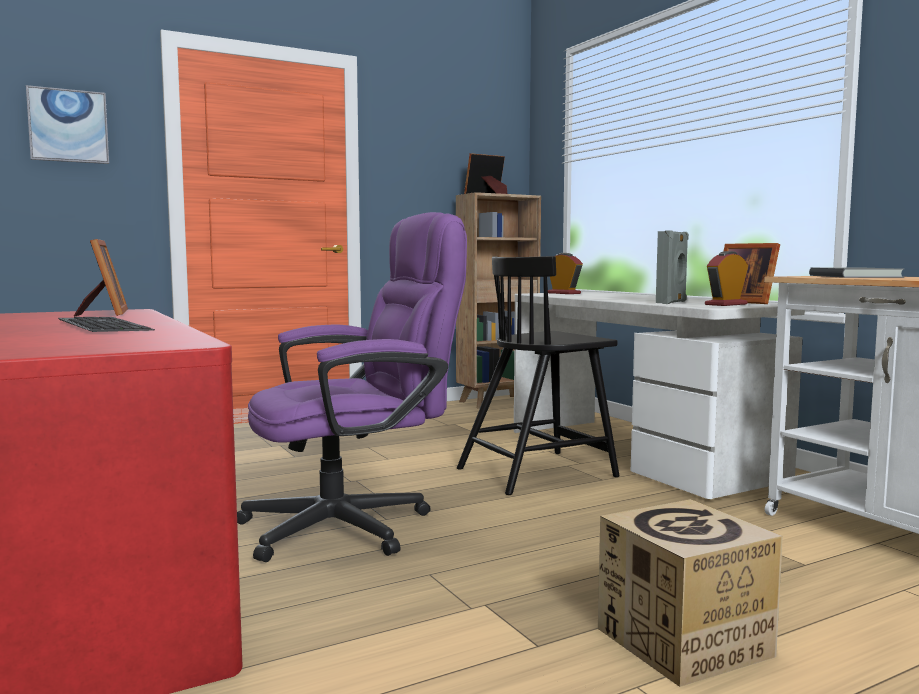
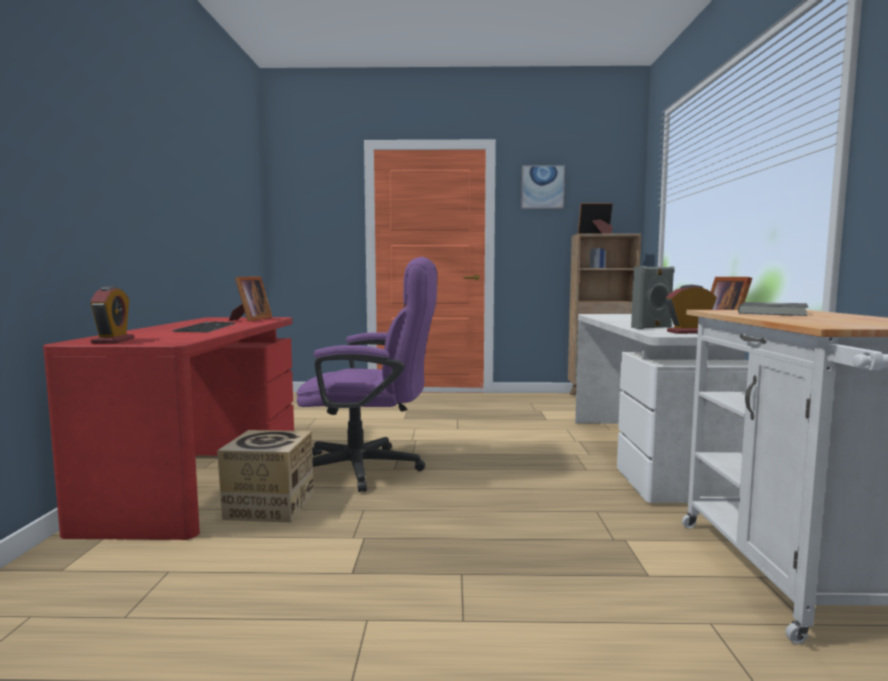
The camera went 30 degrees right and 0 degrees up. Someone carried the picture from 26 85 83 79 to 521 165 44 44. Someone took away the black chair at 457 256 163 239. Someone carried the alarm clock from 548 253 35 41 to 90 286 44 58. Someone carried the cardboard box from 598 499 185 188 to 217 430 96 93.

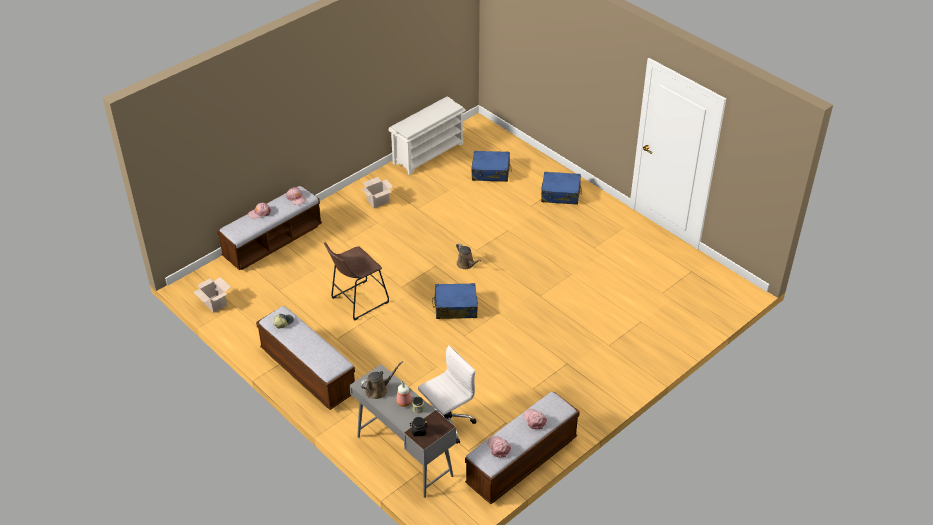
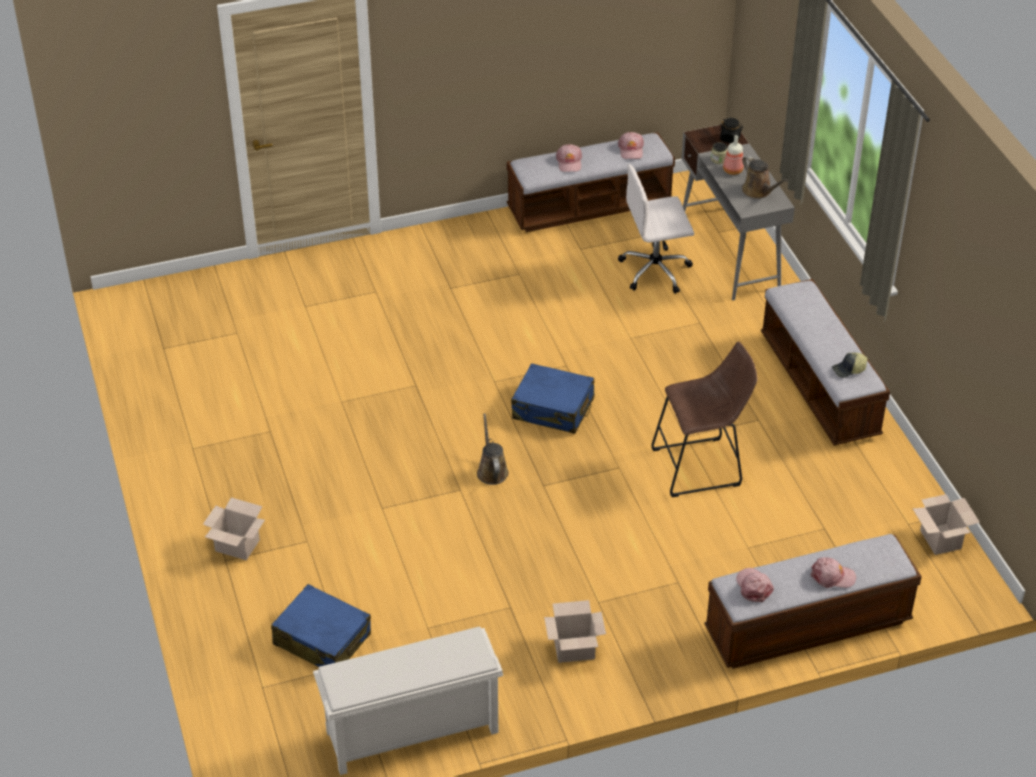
The camera went 155 degrees left and 0 degrees up. Someone rotated the brown watering can at 360 361 43 38 by 120 degrees counterclockwise. Someone swapped the blue suitcase at 541 172 41 33 for the cardboard box at 203 497 62 63.

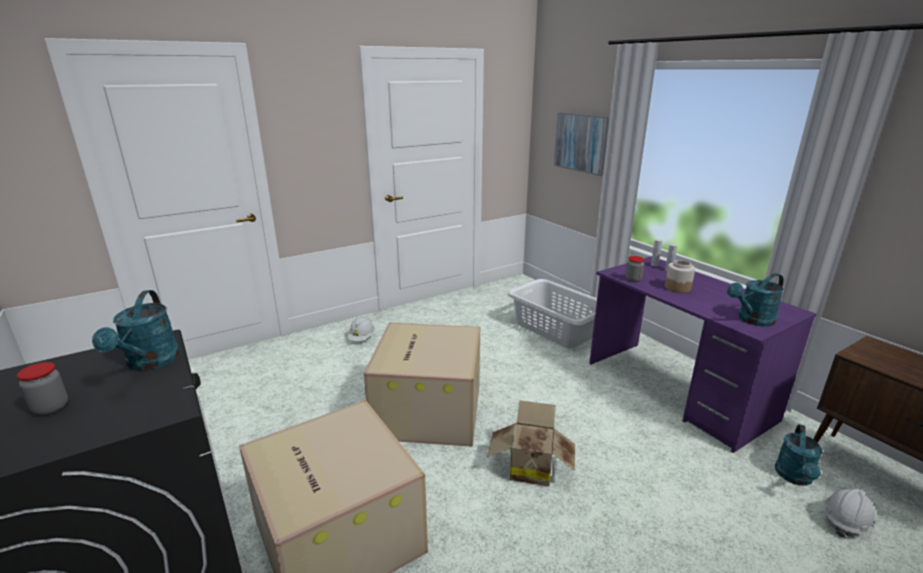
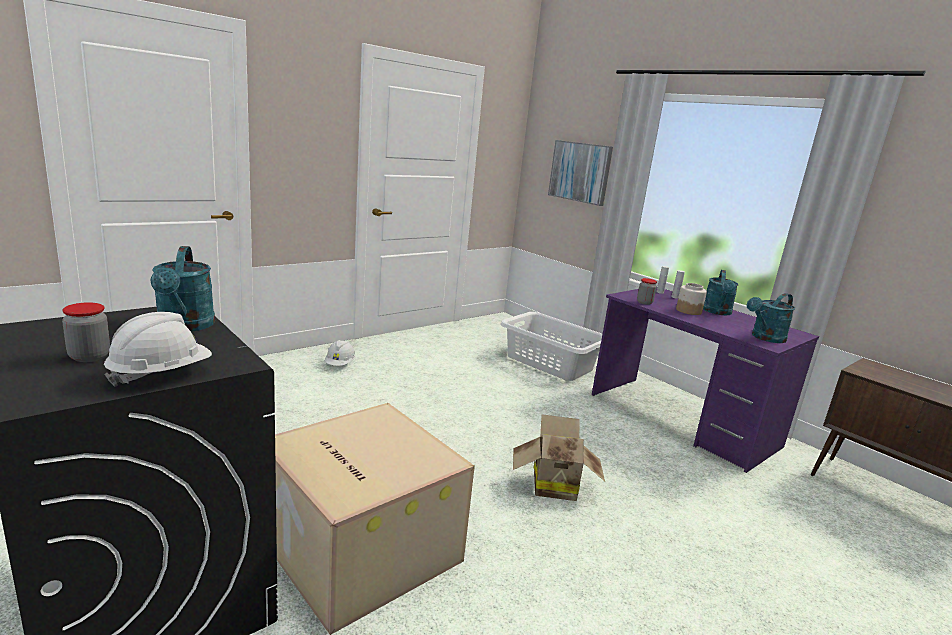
The camera went 10 degrees left and 5 degrees down. Someone took away the cardboard box at 364 323 116 124. Someone carried the turquoise watering can from 775 424 48 62 to 703 270 35 45. Someone carried the white hard hat from 823 489 53 49 to 104 312 108 75.

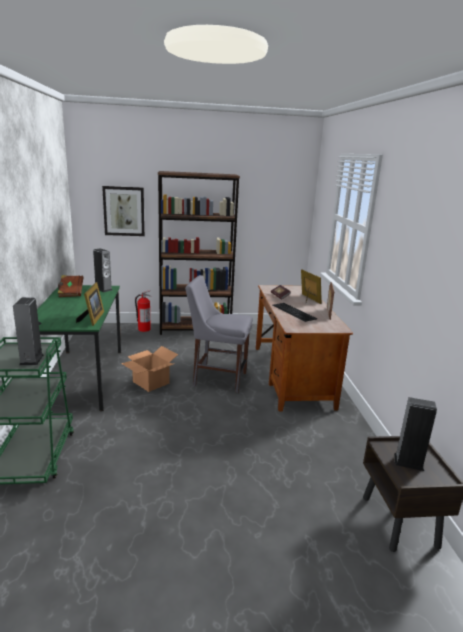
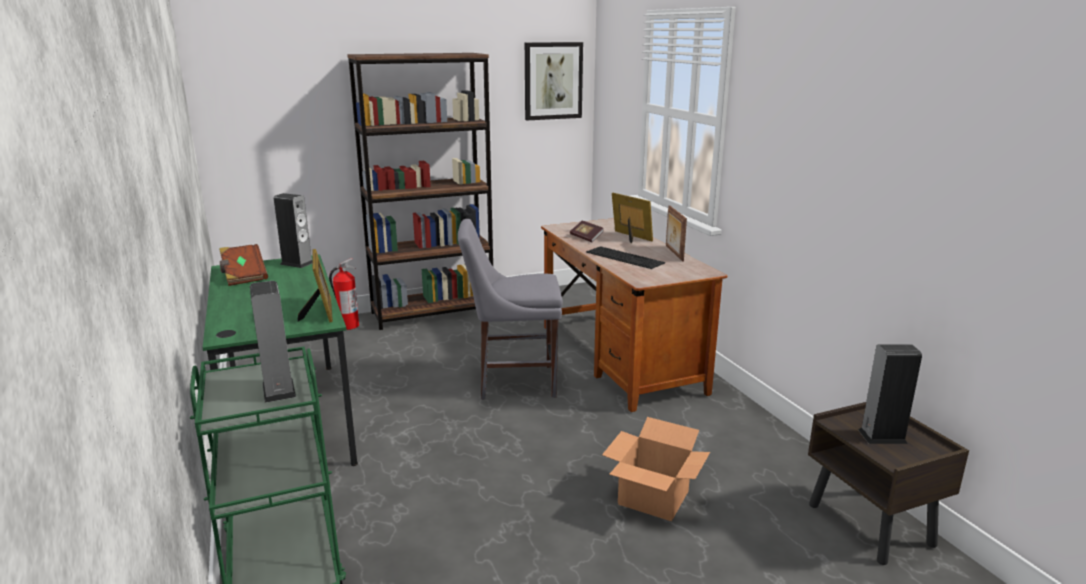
The camera went 15 degrees left and 0 degrees up. Someone carried the picture from 102 186 43 50 to 525 42 58 78. Someone carried the cardboard box from 121 346 57 46 to 602 417 108 104.

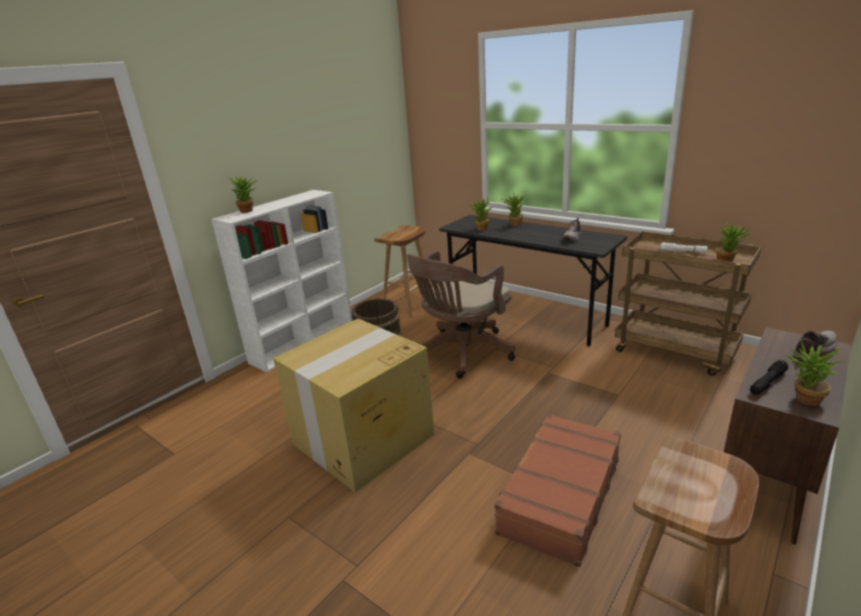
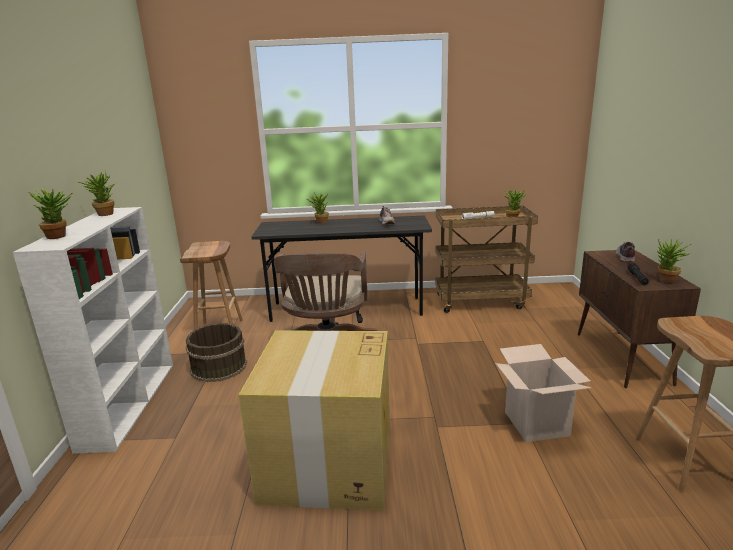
The camera went 40 degrees left and 5 degrees down. Someone carried the potted plant from 468 199 24 32 to 78 170 37 46. Someone swapped the brown suitcase at 494 414 127 153 for the cardboard box at 496 344 95 98.

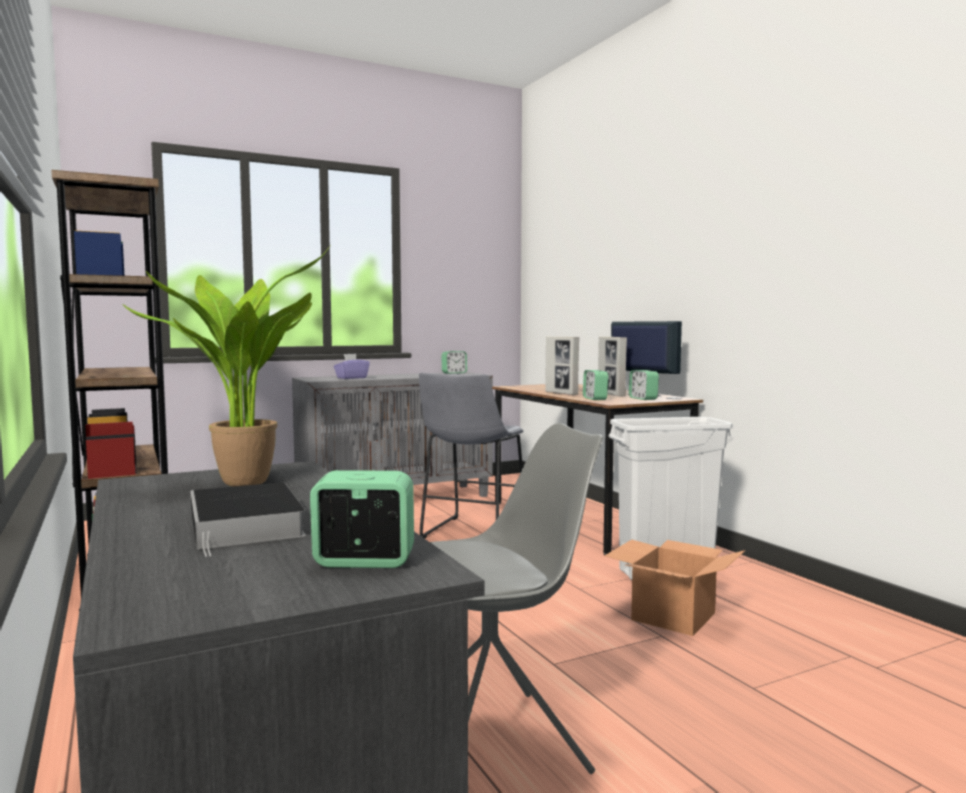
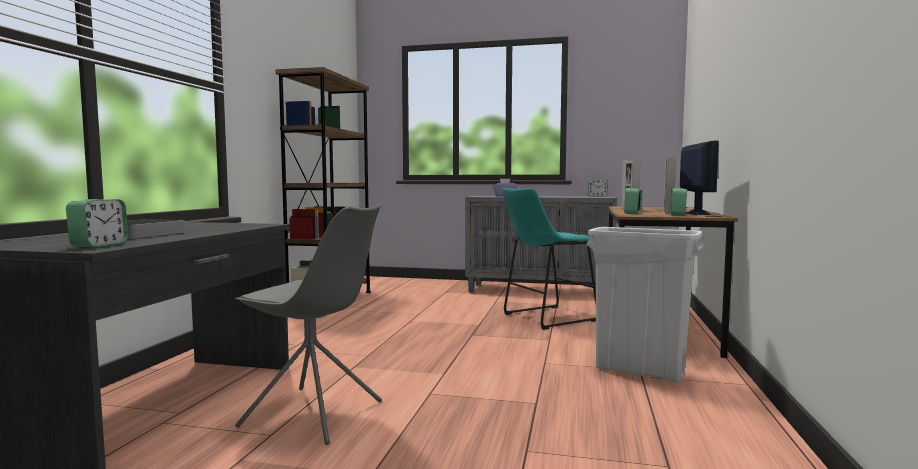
The camera went 40 degrees right and 0 degrees up. Someone took away the potted plant at 122 246 208 240. Someone rotated the alarm clock at 310 470 104 98 by 60 degrees clockwise. Someone repainted the grey stool at 419 373 105 166, which became the turquoise stool at 502 188 94 142. Someone took away the cardboard box at 605 540 140 96.

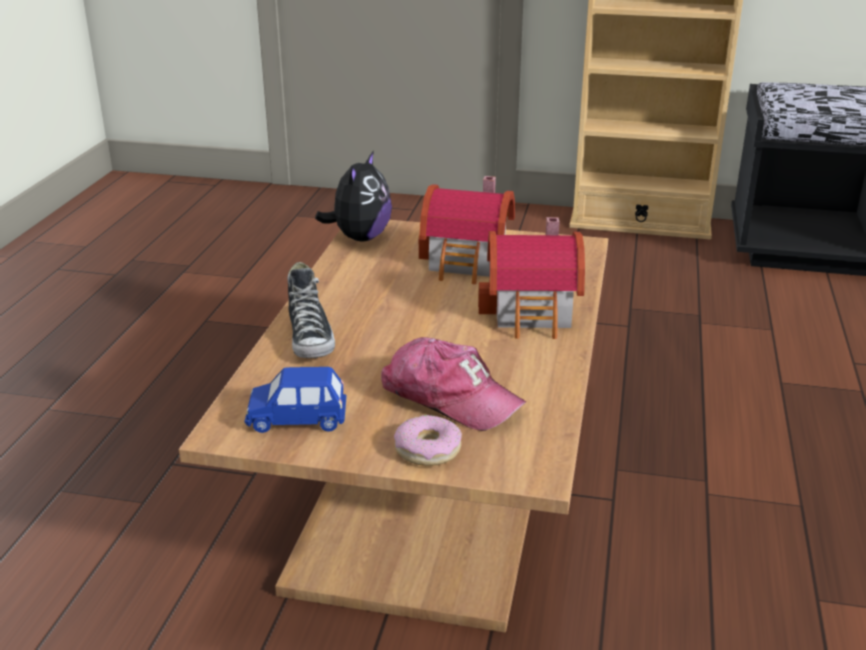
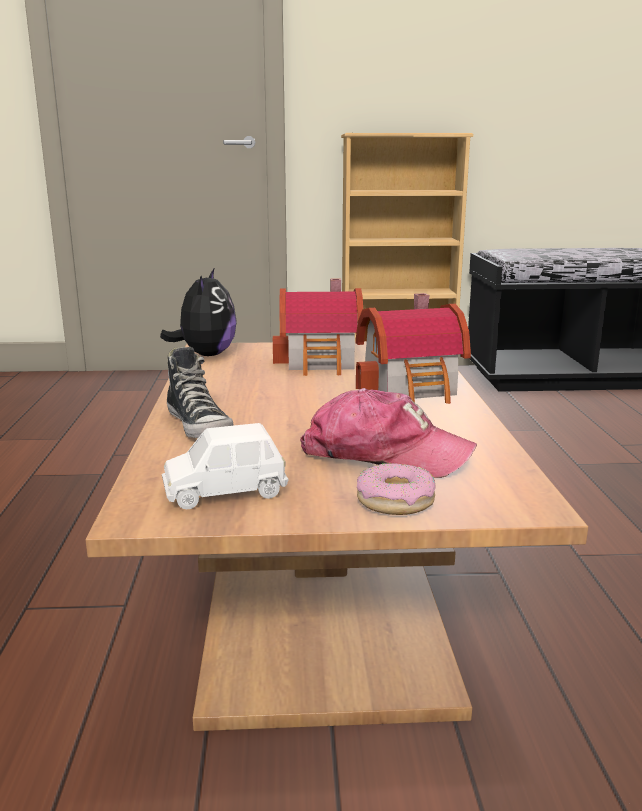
The camera went 15 degrees left and 10 degrees down. Someone repainted the blue toy car at 245 367 102 66, which became the white toy car at 162 423 127 86.

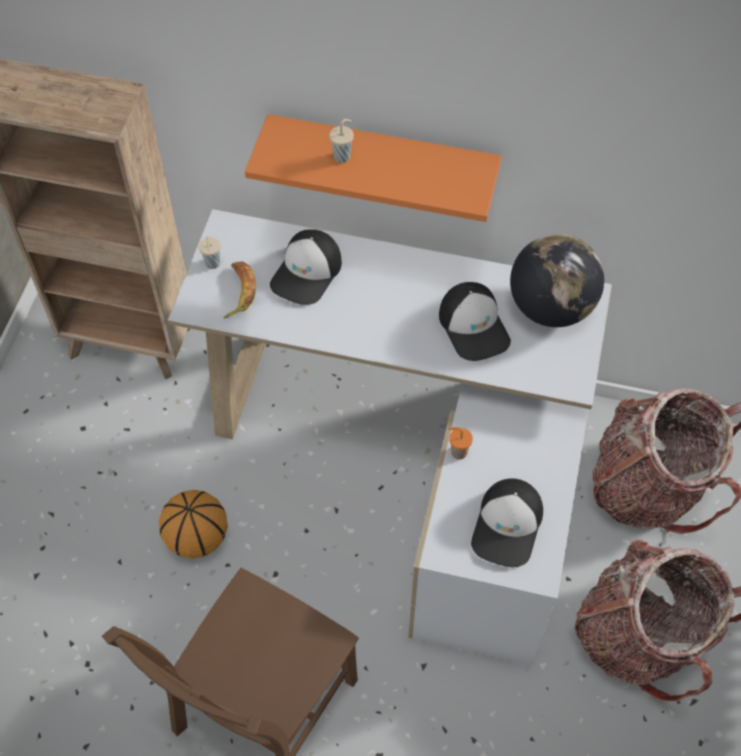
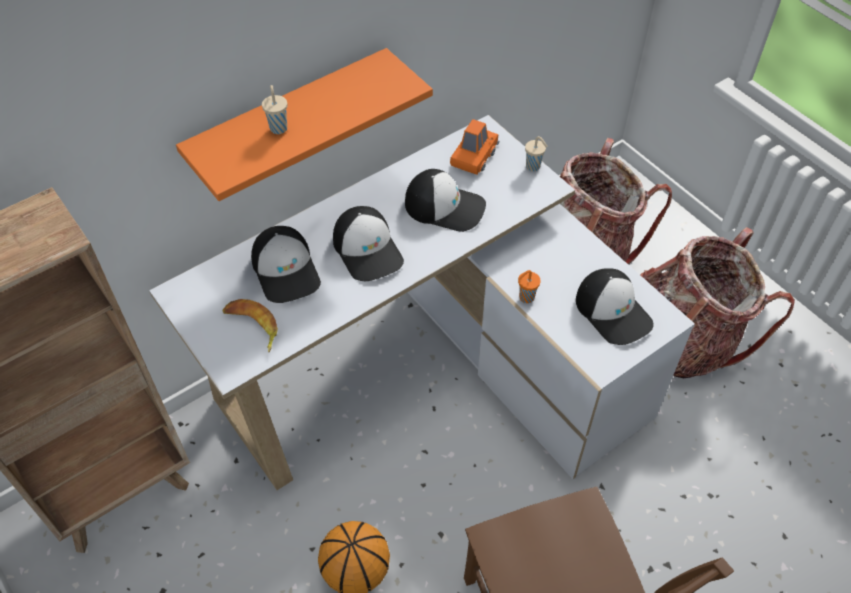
The camera went 50 degrees left and 5 degrees down. Someone carried the beige cup from 199 237 22 32 to 525 136 22 36. Someone swapped the globe at 510 234 94 93 for the orange toy car at 450 119 50 56. Someone put down the cap at 333 206 71 75.

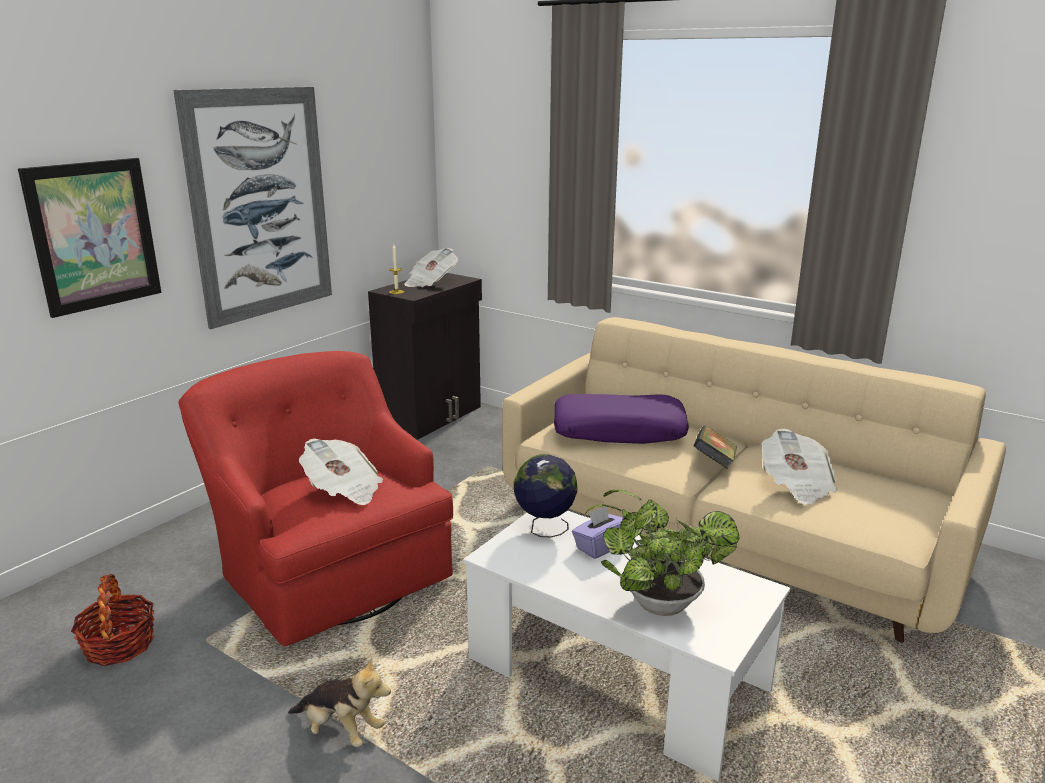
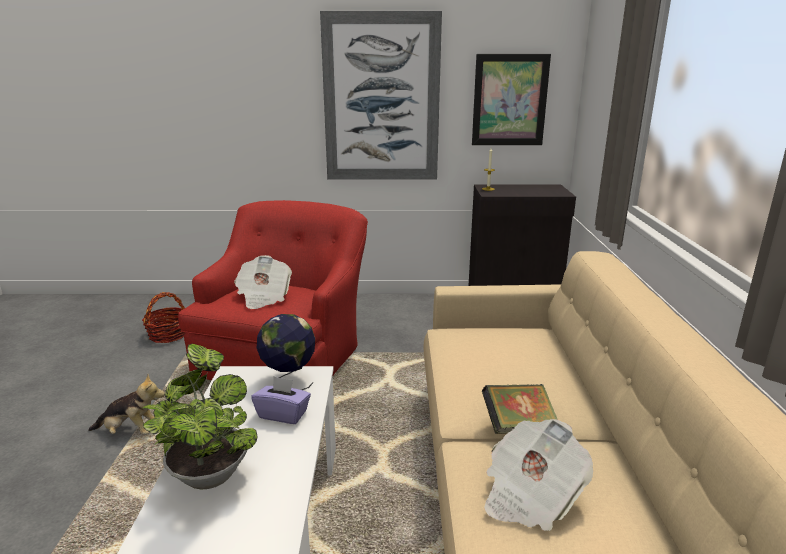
The camera went 55 degrees right and 0 degrees up. Someone carried the picture from 18 158 143 160 to 472 54 79 91. Someone rotated the plush toy at 288 656 103 91 by 75 degrees counterclockwise. Someone took away the newspaper at 404 248 54 39. Someone took away the purple pillow at 554 394 135 50.

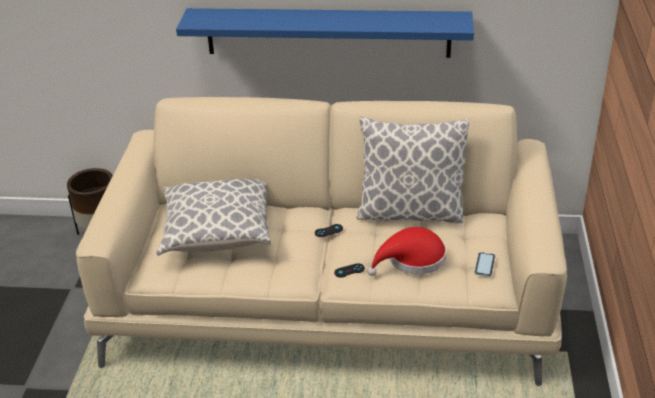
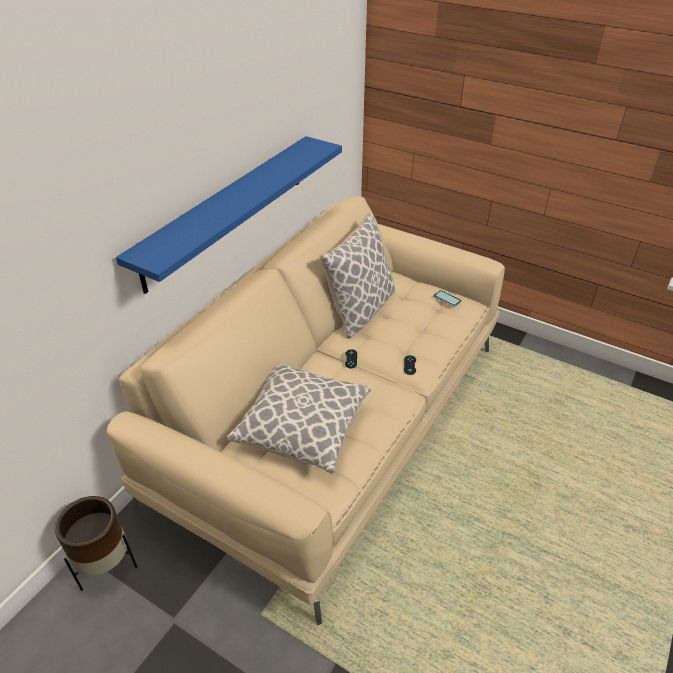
The camera went 65 degrees left and 5 degrees up. Someone took away the red hat at 368 227 78 49.

